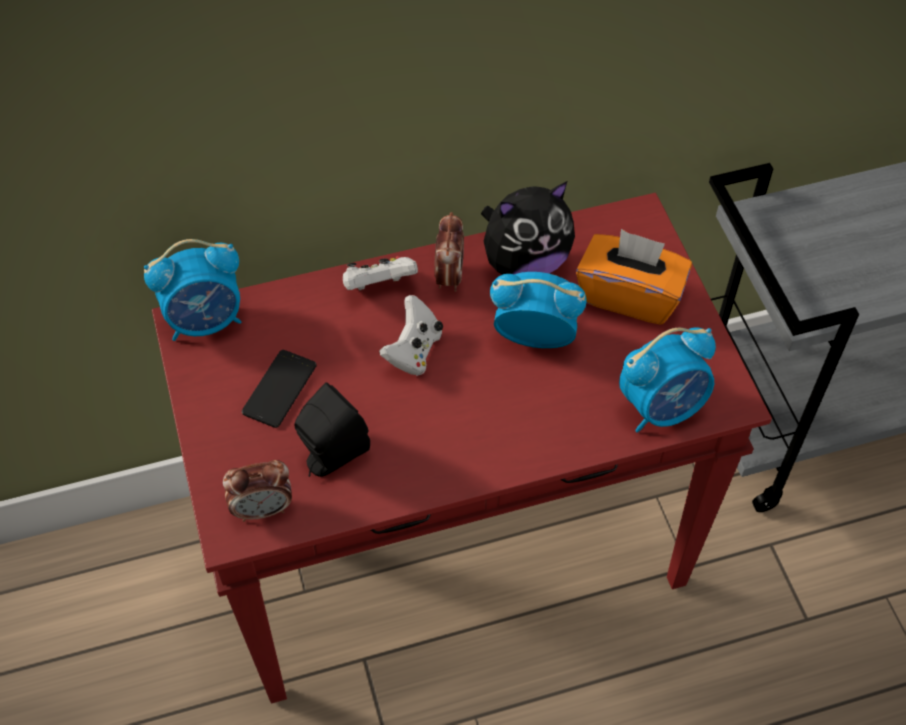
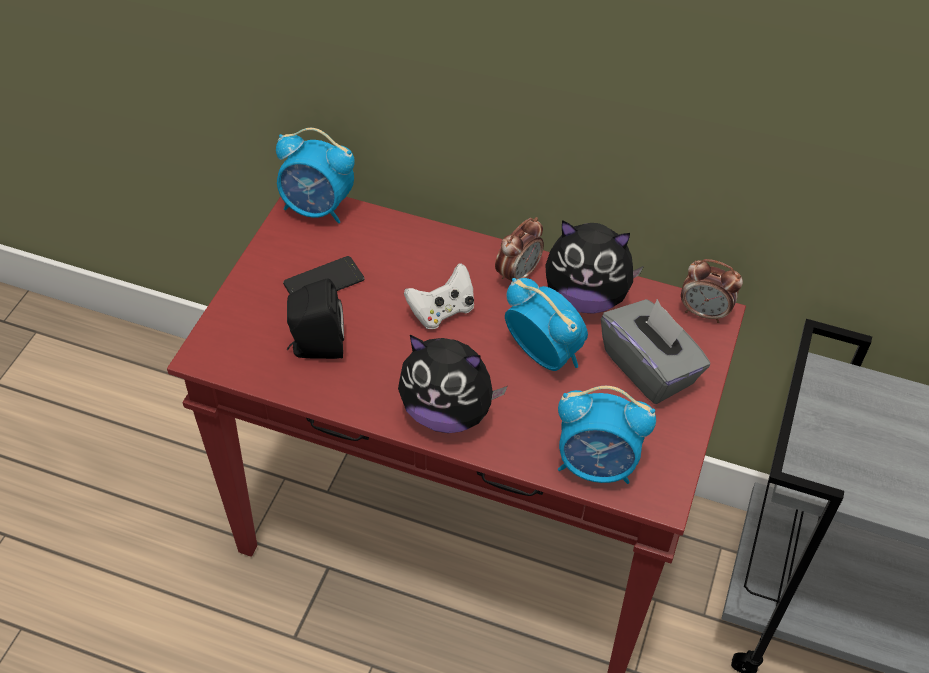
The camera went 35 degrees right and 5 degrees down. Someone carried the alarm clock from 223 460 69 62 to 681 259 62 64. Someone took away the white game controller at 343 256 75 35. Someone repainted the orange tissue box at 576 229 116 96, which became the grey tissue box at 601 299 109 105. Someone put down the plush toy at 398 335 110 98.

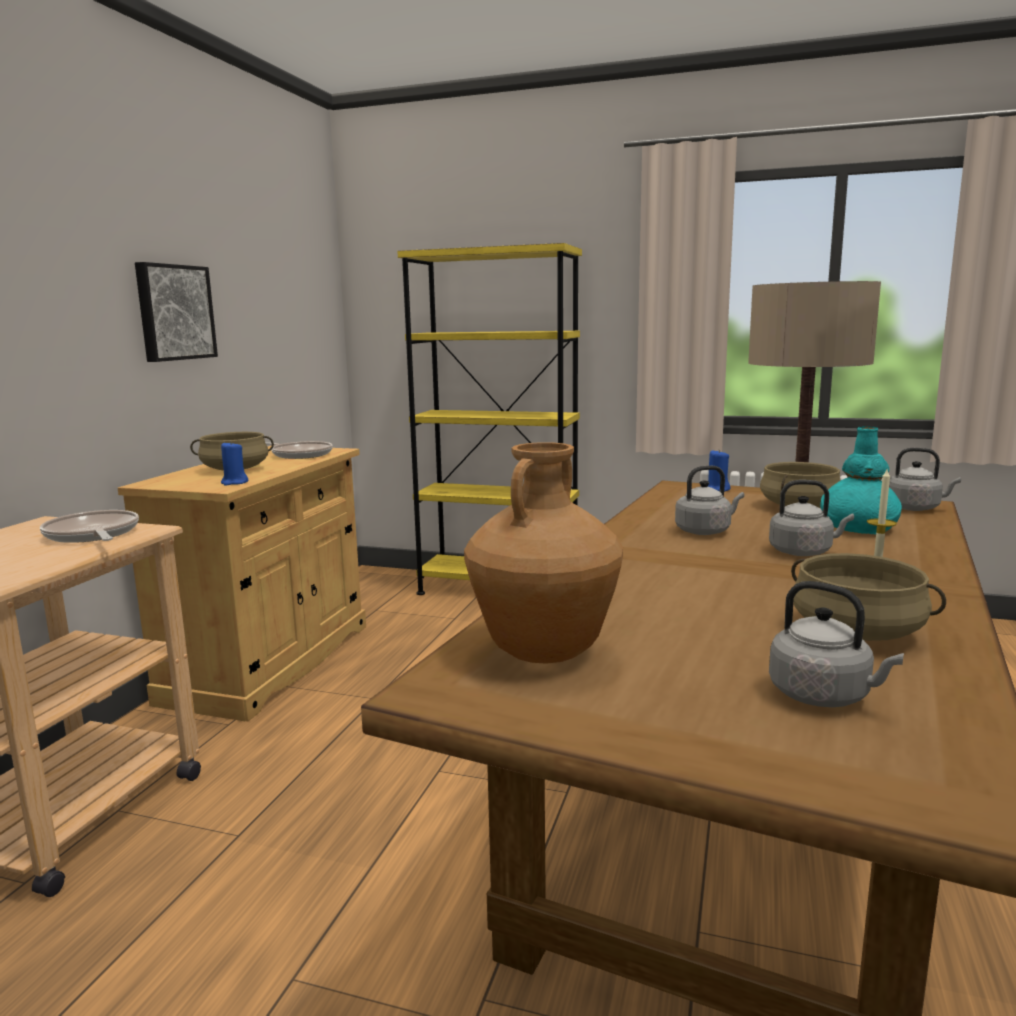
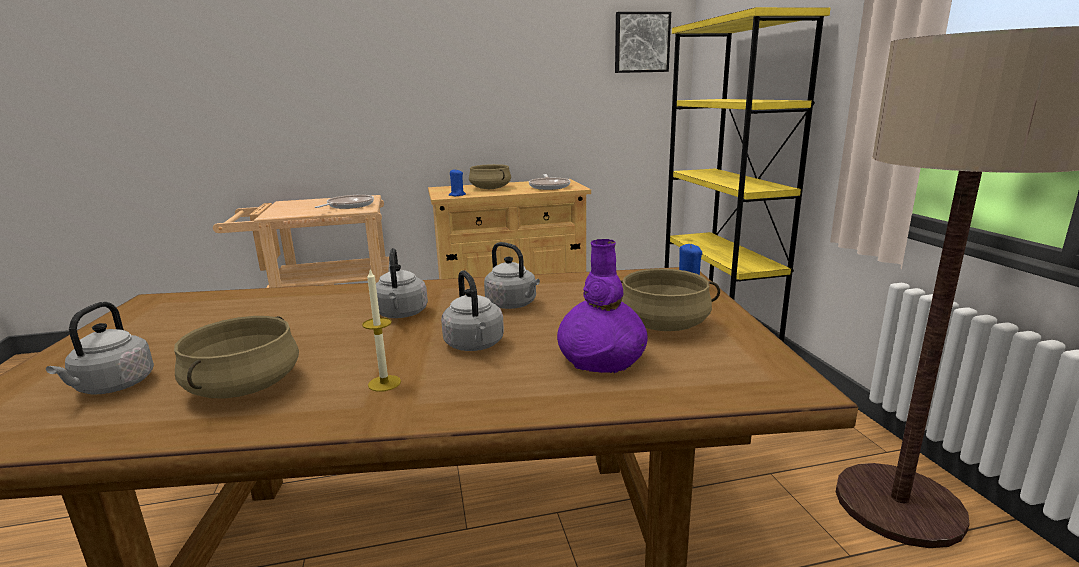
The camera went 60 degrees right and 5 degrees up. Someone carried the picture from 135 262 83 100 to 615 12 56 61. Someone took away the brown vase at 464 442 159 222. Someone repainted the turquoise vase at 820 426 82 108, which became the purple vase at 557 239 91 134. Someone carried the grey kettle from 889 448 72 63 to 376 248 52 70.

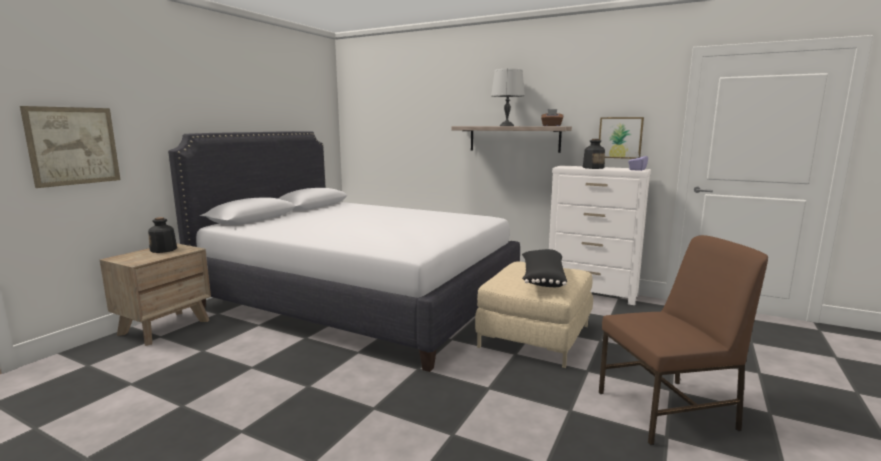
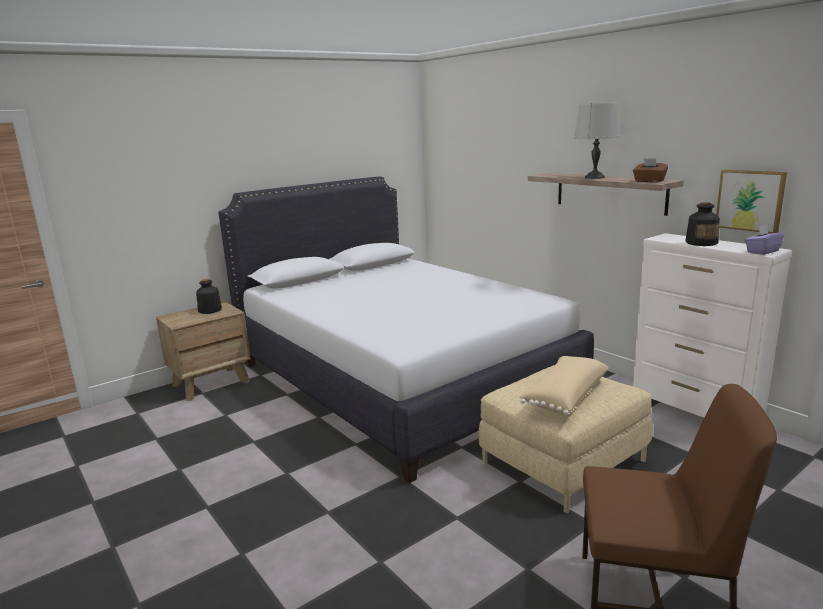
The camera went 25 degrees right and 5 degrees up. Someone took away the picture at 20 106 101 82. Someone repainted the black pillow at 522 249 45 38, which became the beige pillow at 519 356 90 59.

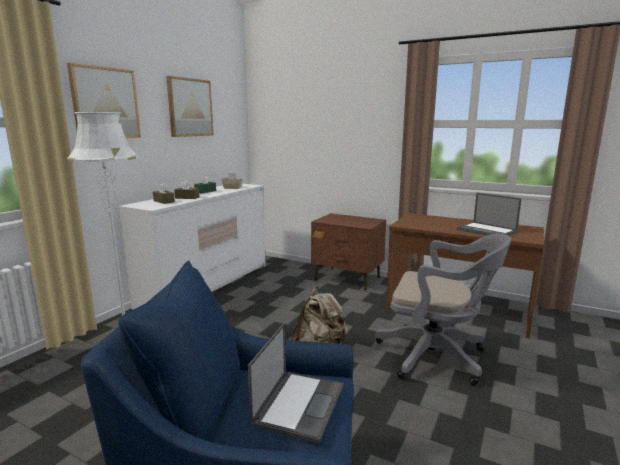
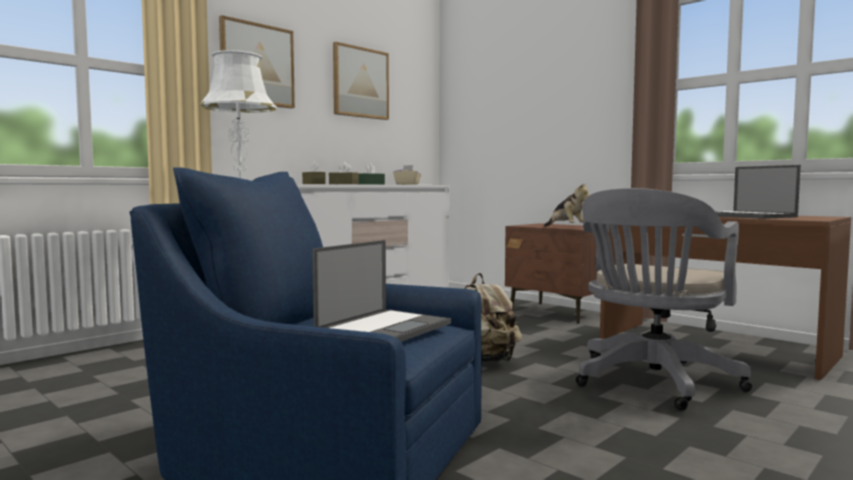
The camera went 15 degrees right and 10 degrees down. Someone rotated the grey office chair at 375 234 136 152 by 90 degrees clockwise. Someone put down the plush toy at 544 183 46 44.

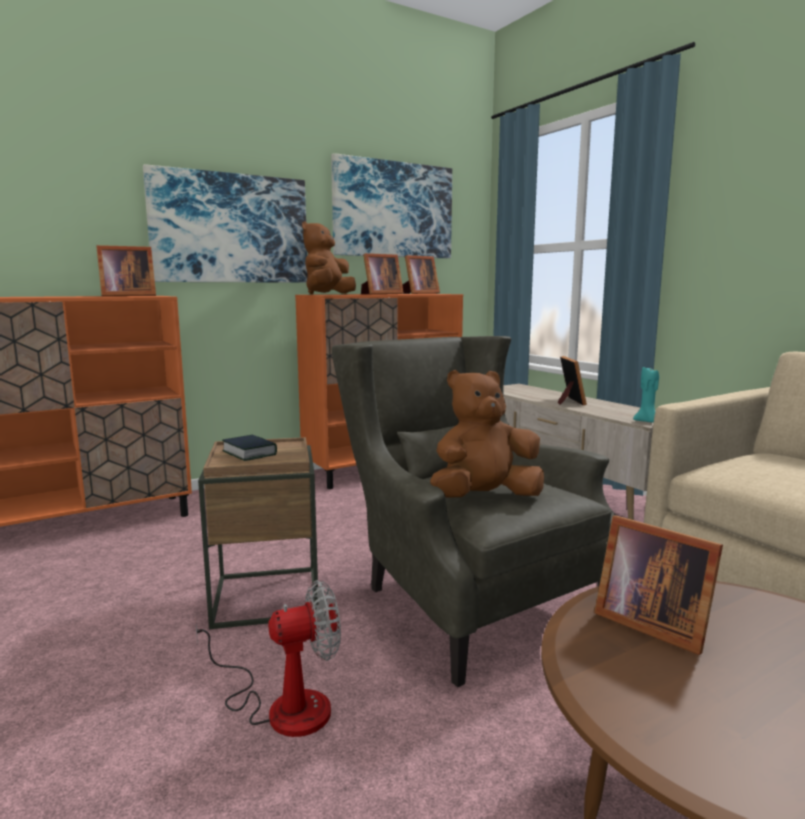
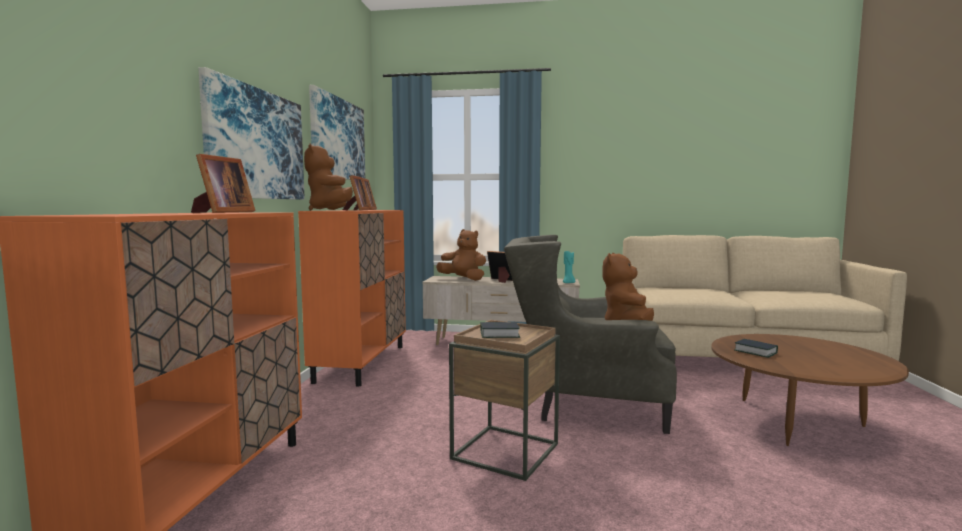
The camera went 50 degrees left and 5 degrees down. Someone took away the fan at 195 580 146 157. Someone swapped the picture frame at 594 516 129 139 for the book at 734 339 44 19. Someone put down the brown plush toy at 436 229 50 52.

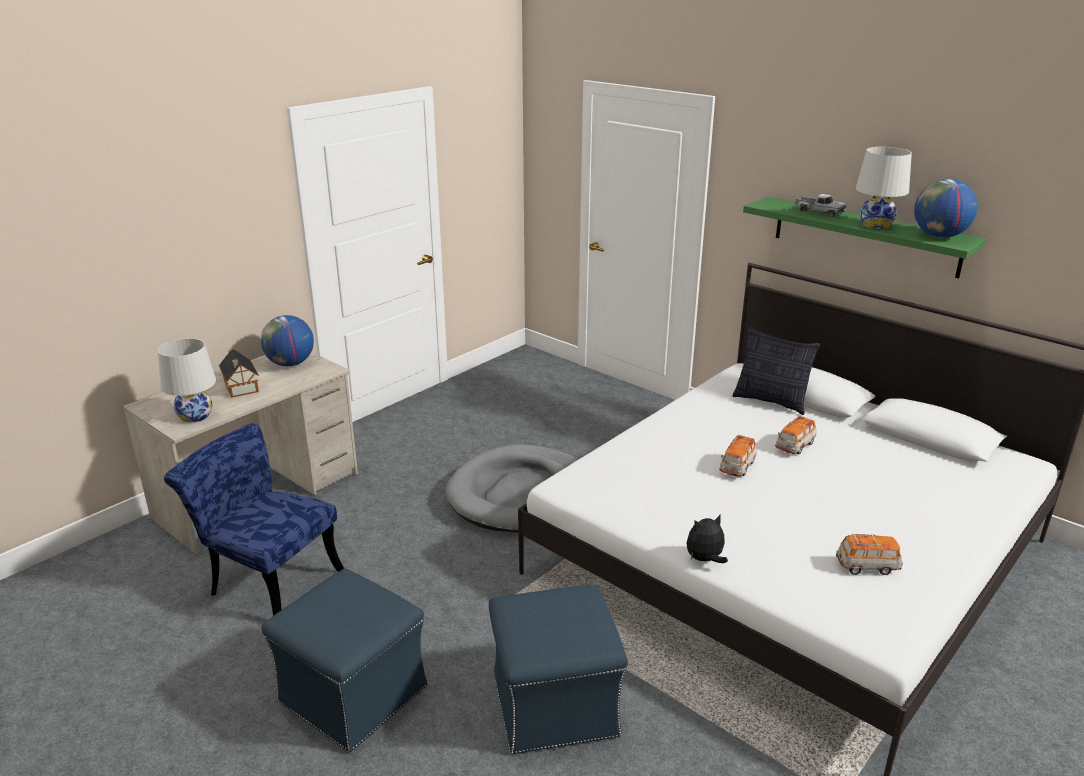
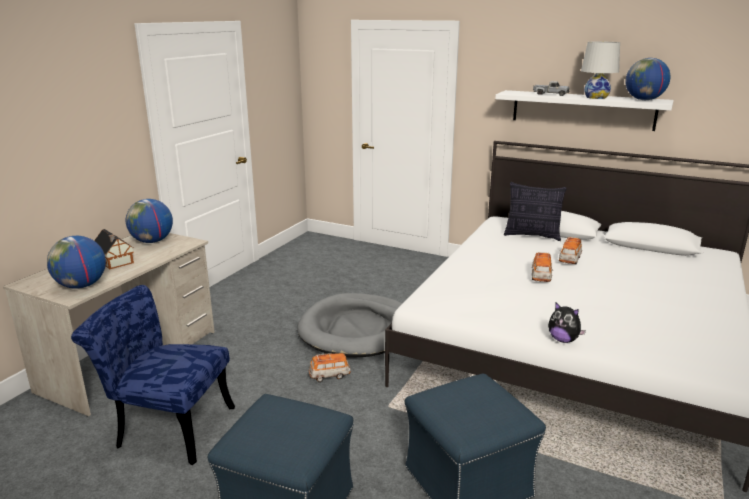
The camera went 15 degrees left and 5 degrees down. Someone swapped the white table lamp at 158 338 58 85 for the globe at 47 236 59 53. Someone rotated the plush toy at 686 515 42 48 by 105 degrees counterclockwise. Someone repainted the green shelf at 743 197 243 81, which became the white shelf at 495 90 179 41. Someone carried the toy car from 836 534 67 41 to 309 353 42 29.

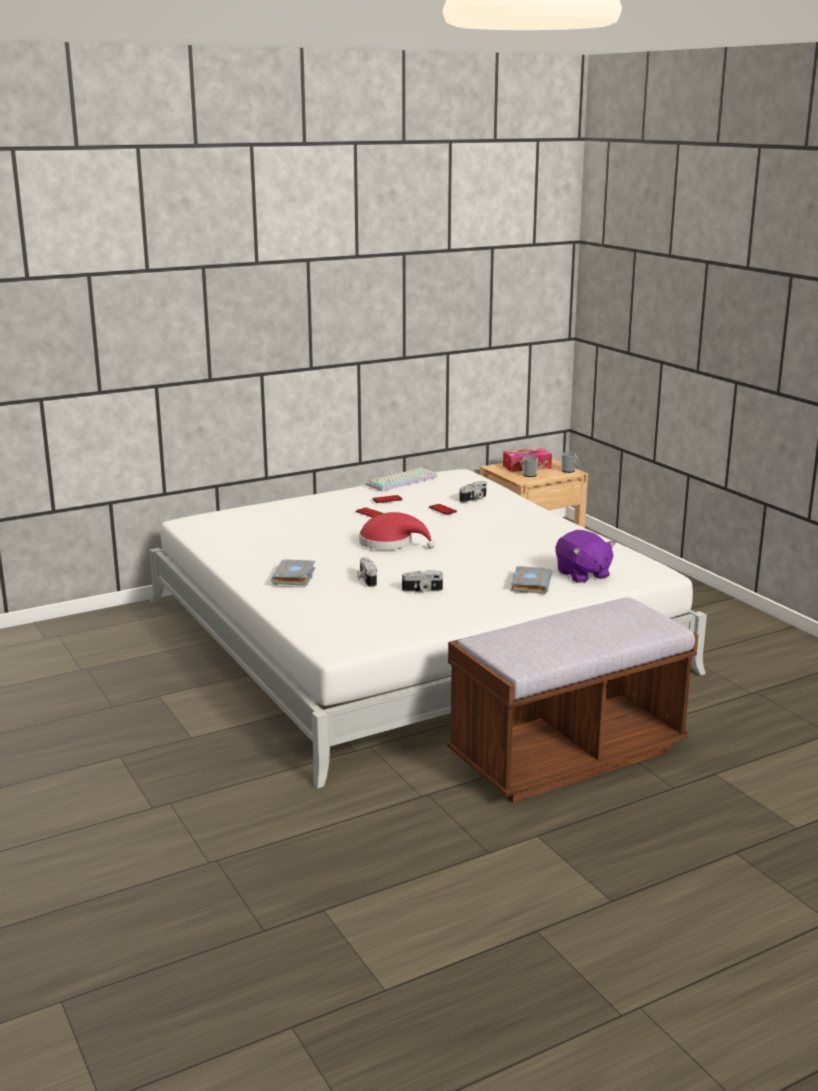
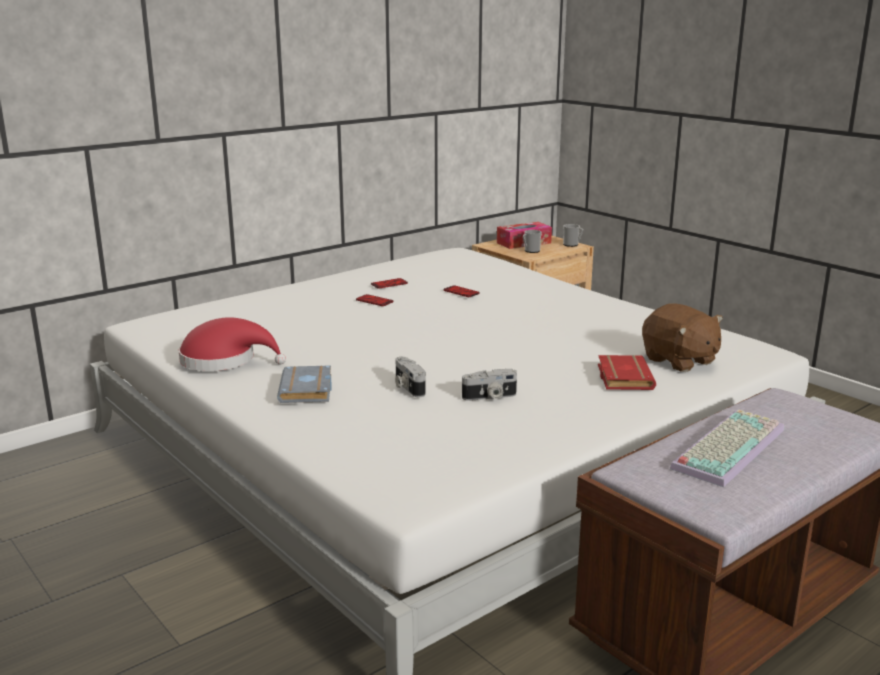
The camera went 10 degrees left and 0 degrees up. Someone carried the red hat from 359 512 76 38 to 179 317 107 54. Someone carried the keyboard from 366 468 72 23 to 670 410 114 77. Someone took away the photo camera at 459 481 28 22. Someone repainted the grey book at 511 566 41 28, which became the red book at 598 355 58 35. Someone repainted the purple plush toy at 556 530 60 53, which became the brown plush toy at 642 303 81 69.

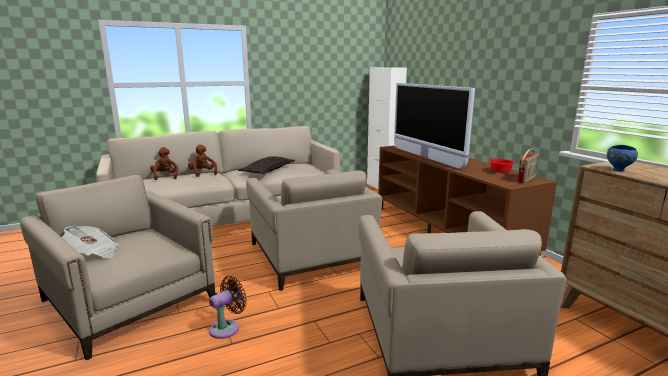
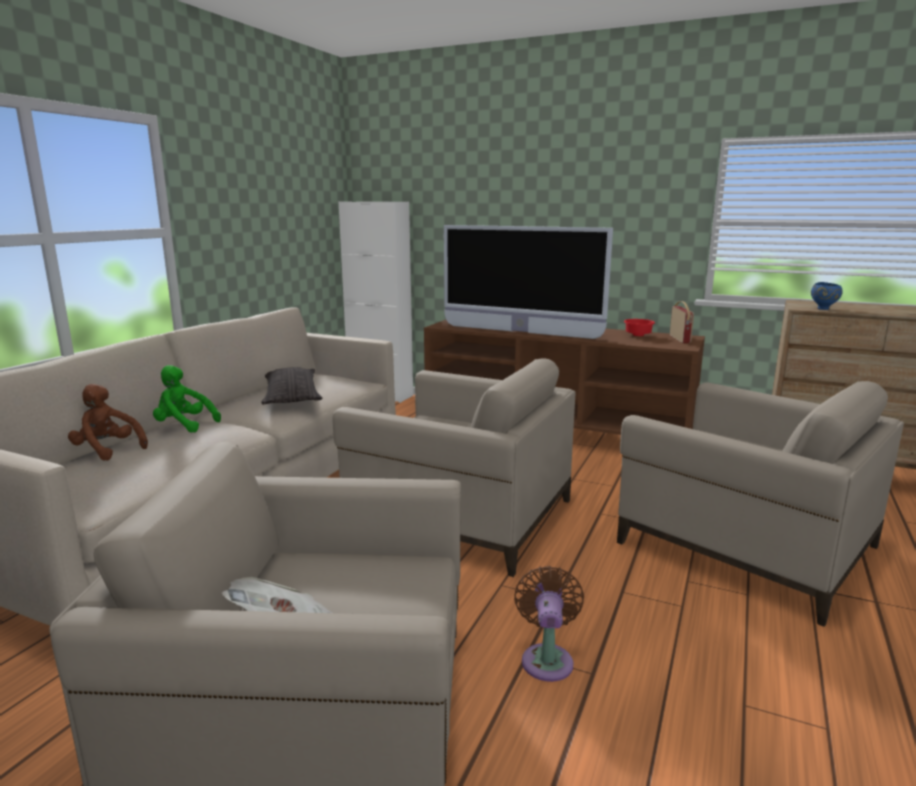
The camera went 40 degrees left and 0 degrees up. Someone repainted the brown plush toy at 188 144 29 33, which became the green plush toy at 153 365 68 68.

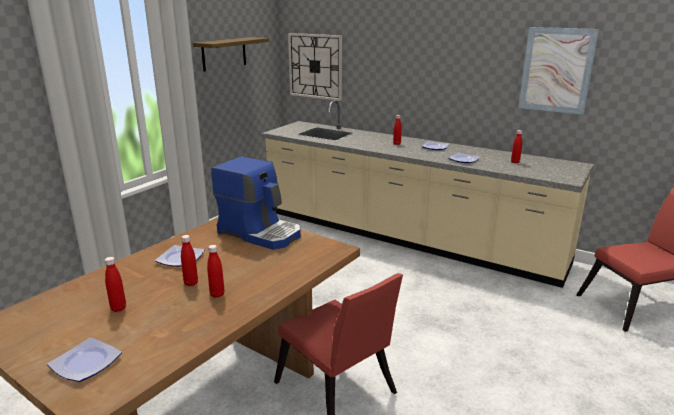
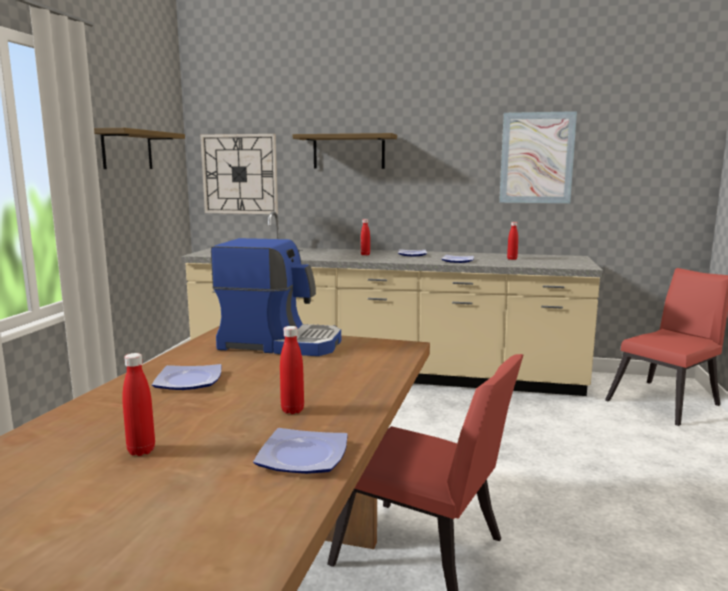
The camera went 20 degrees left and 10 degrees down. Someone carried the plate from 47 337 75 45 to 253 428 95 46. Someone took away the red bottle at 181 235 17 51. Someone put up the shelf at 293 133 104 36.

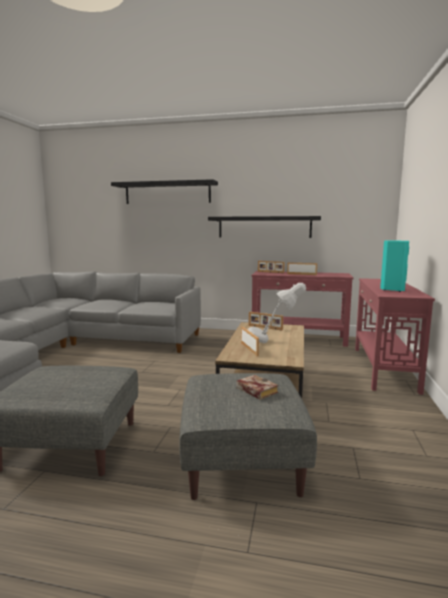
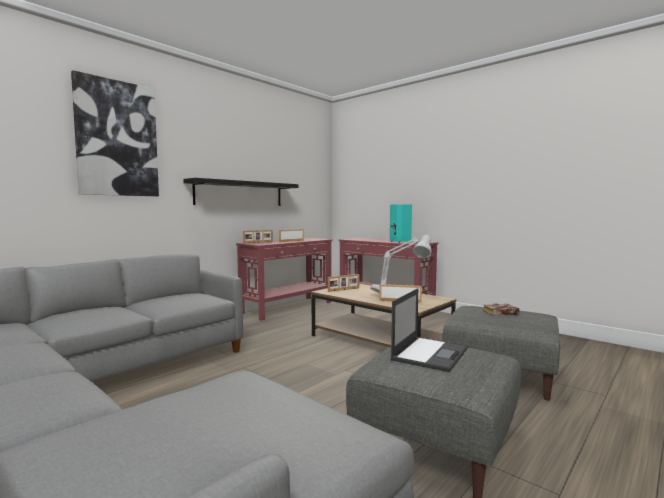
The camera went 60 degrees left and 5 degrees down. Someone swapped the black shelf at 111 179 107 25 for the picture at 71 70 88 126. Someone put down the laptop at 390 288 78 84.

